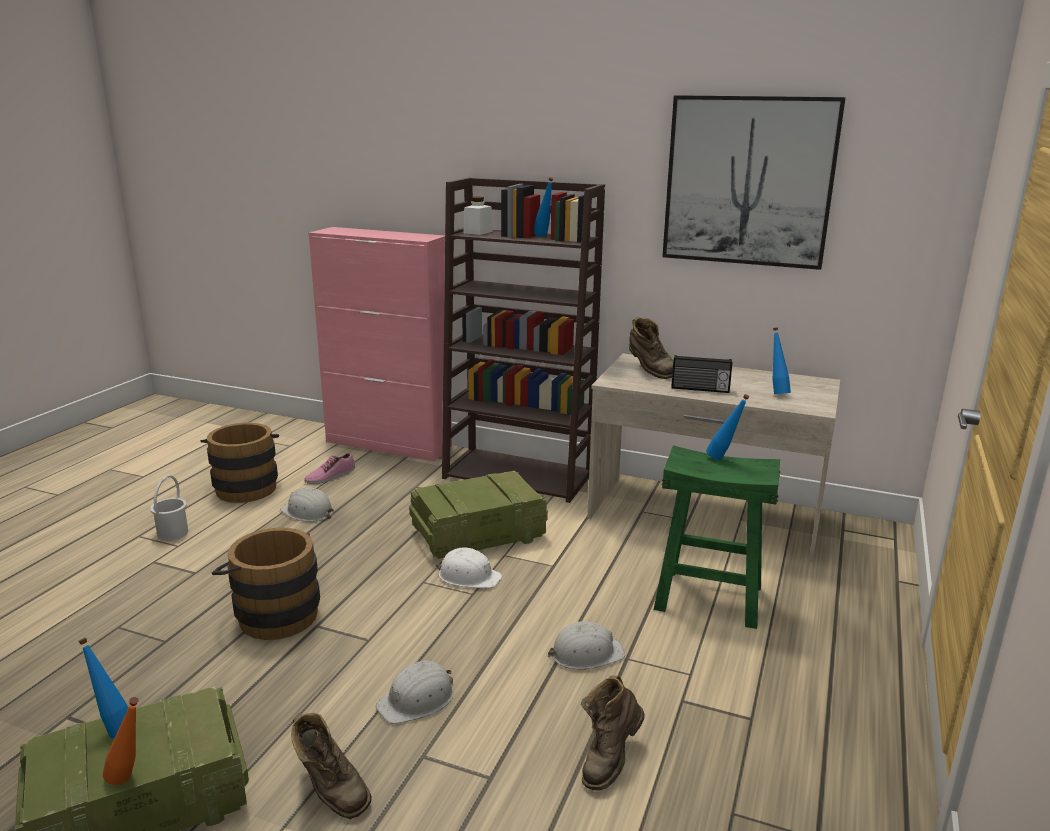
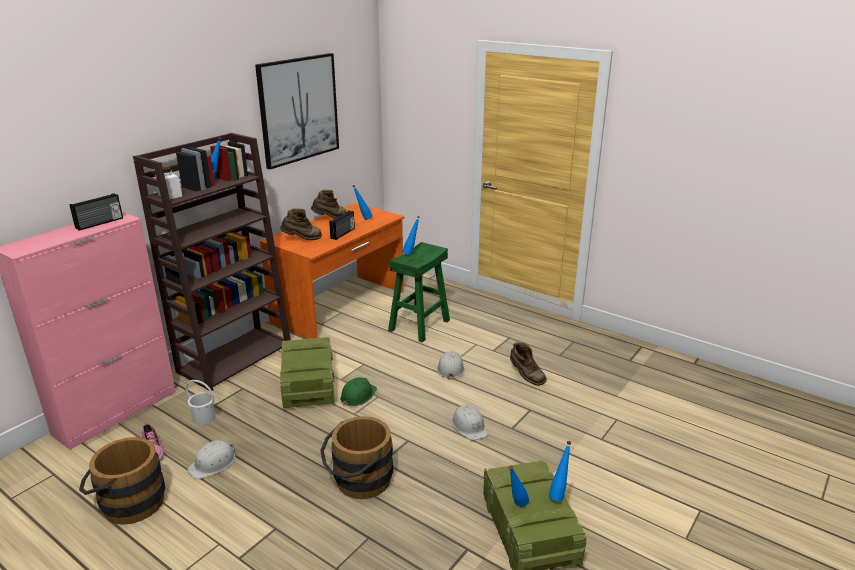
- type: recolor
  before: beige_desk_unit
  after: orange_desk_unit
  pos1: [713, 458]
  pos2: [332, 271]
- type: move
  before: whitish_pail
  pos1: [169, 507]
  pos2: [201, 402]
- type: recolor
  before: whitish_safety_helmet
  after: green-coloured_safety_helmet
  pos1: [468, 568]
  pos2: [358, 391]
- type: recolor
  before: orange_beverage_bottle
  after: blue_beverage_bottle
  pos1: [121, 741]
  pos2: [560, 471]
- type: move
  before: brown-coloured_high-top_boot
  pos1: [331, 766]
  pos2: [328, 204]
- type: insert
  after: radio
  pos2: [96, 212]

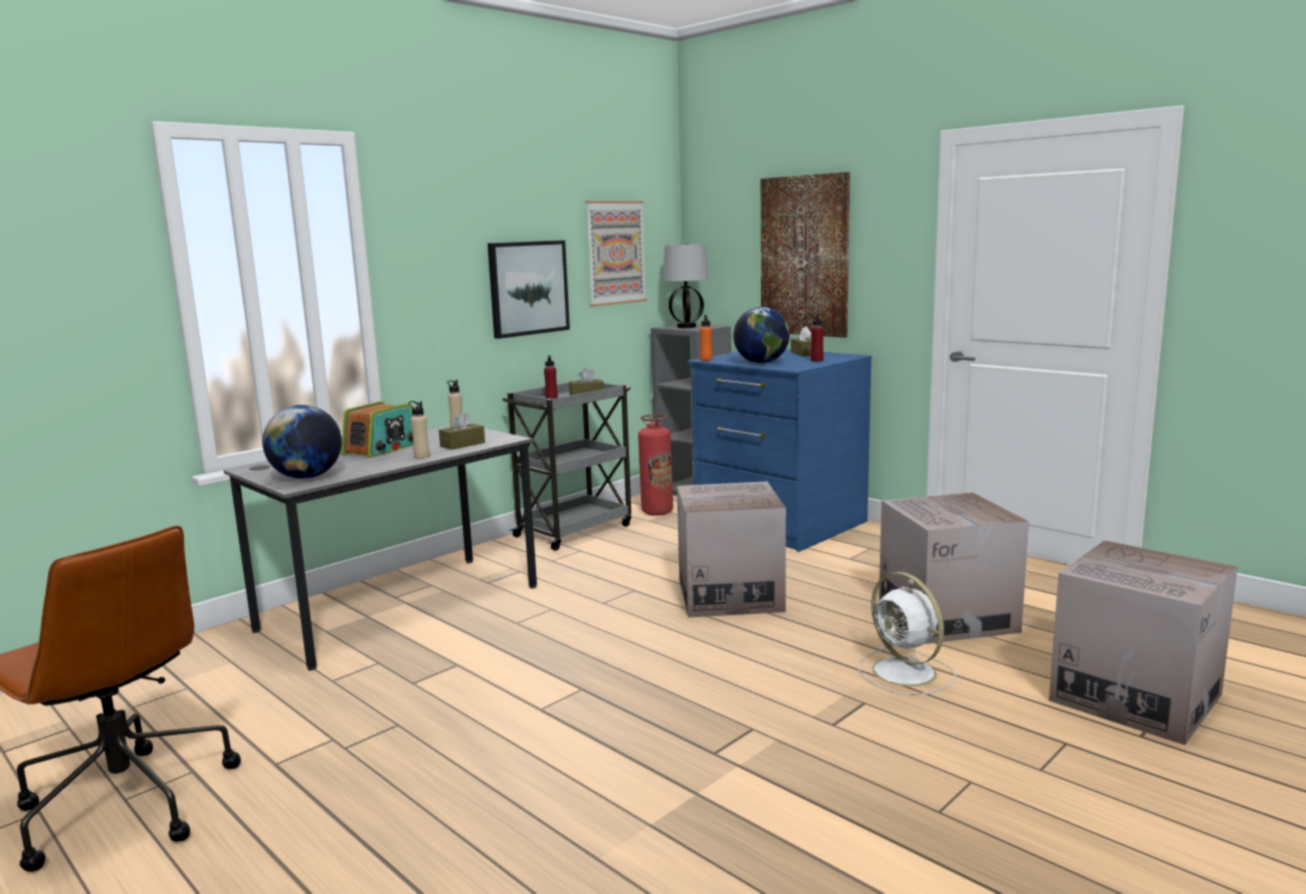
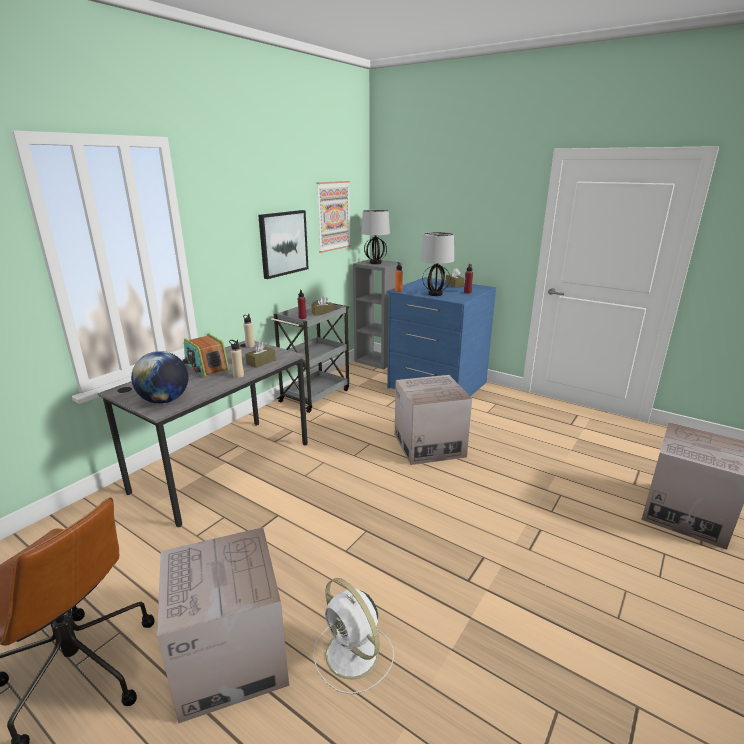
- type: delete
  before: picture
  pos1: [805, 255]
- type: replace
  before: globe
  after: tabletop_lamp
  pos1: [761, 335]
  pos2: [437, 264]
- type: rotate
  before: radio
  pos1: [377, 429]
  pos2: [206, 355]
  turn: 120
- type: delete
  before: fire_extinguisher
  pos1: [655, 465]
- type: move
  before: packing_box
  pos1: [954, 568]
  pos2: [223, 625]
- type: move
  before: whitish_cooling_fan
  pos1: [907, 633]
  pos2: [353, 636]

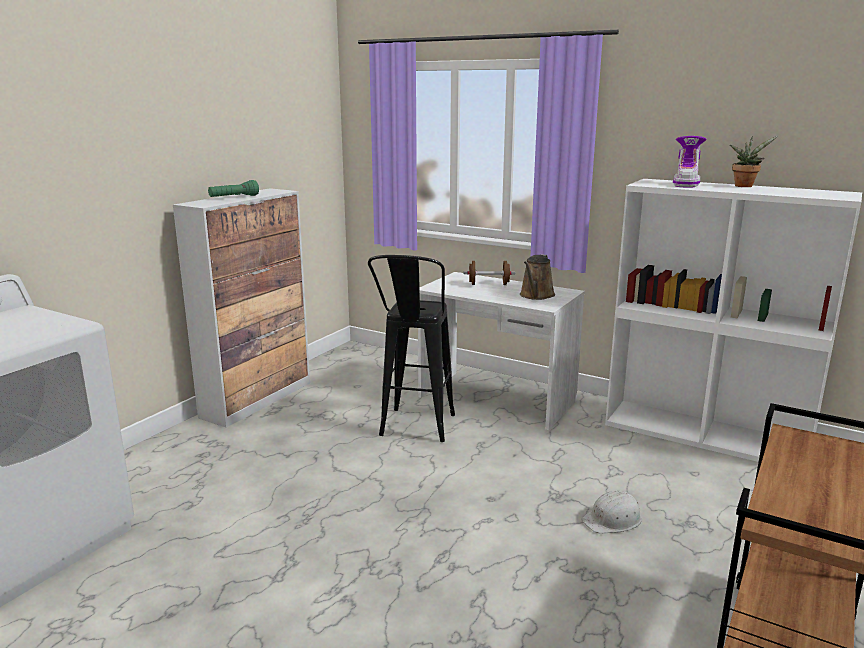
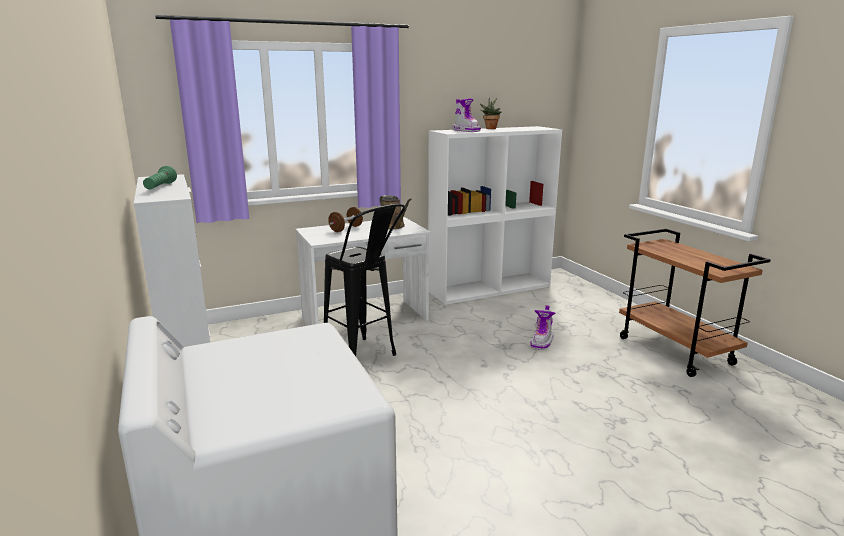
- type: replace
  before: whitish_safety_helmet
  after: high-top_boot
  pos1: [611, 511]
  pos2: [542, 327]

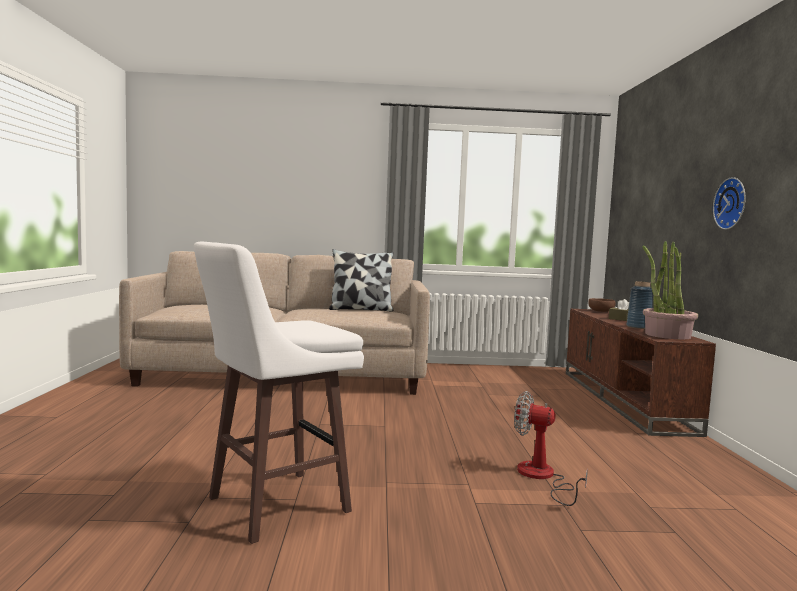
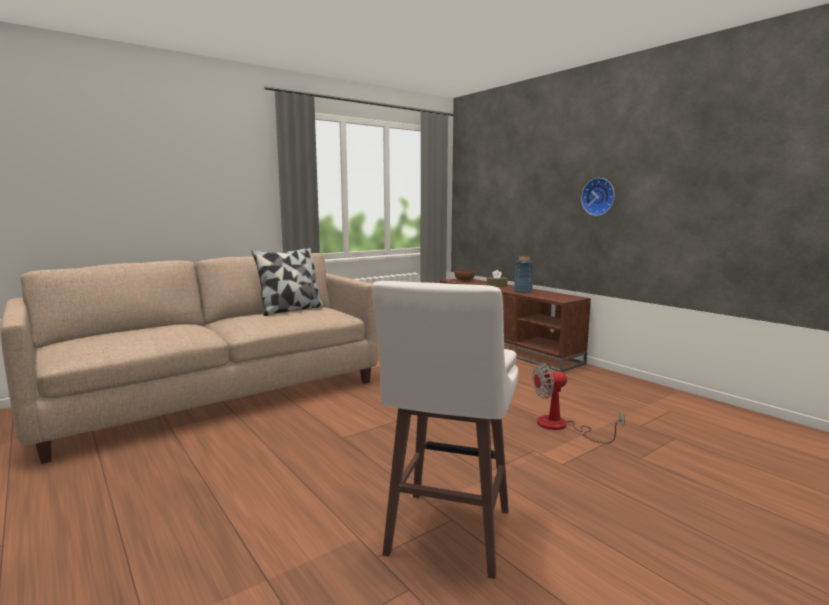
- type: delete
  before: plant_in_a_pot
  pos1: [670, 290]

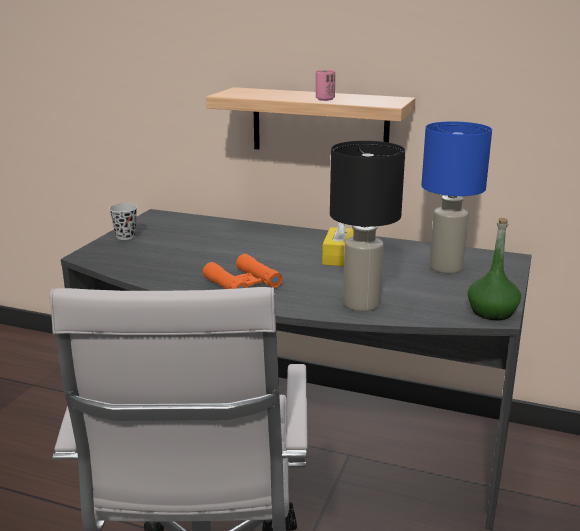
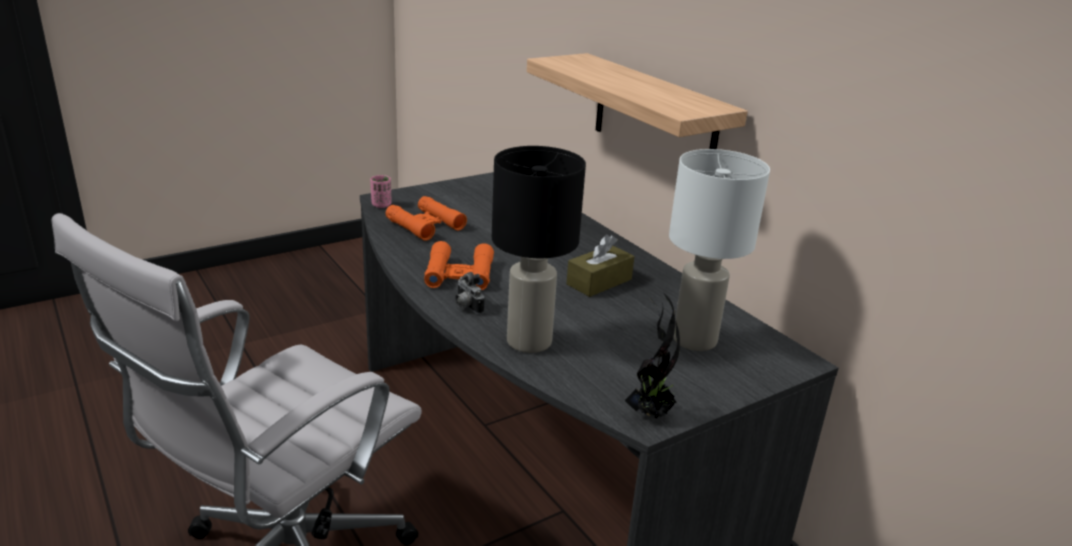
- type: move
  before: pinkish_drinking_cup
  pos1: [325, 85]
  pos2: [380, 191]
- type: recolor
  before: blue_tabletop_lamp
  after: whitish_tabletop_lamp
  pos1: [457, 197]
  pos2: [719, 250]
- type: delete
  before: black-coloured_drinking_cup
  pos1: [123, 222]
- type: replace
  before: green-coloured_beverage_bottle
  after: plant_in_a_pot
  pos1: [494, 269]
  pos2: [652, 356]
- type: recolor
  before: yellow-coloured_box_of_tissues
  after: brown-coloured_box_of_tissues
  pos1: [338, 244]
  pos2: [600, 266]
- type: insert
  after: orange_binoculars
  pos2: [426, 218]
- type: insert
  after: still_camera
  pos2: [469, 293]

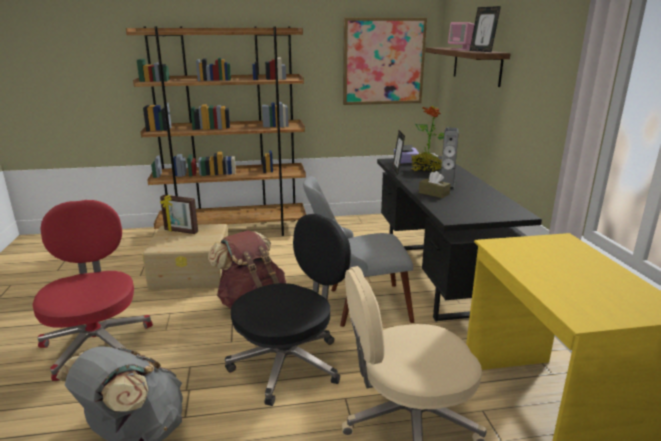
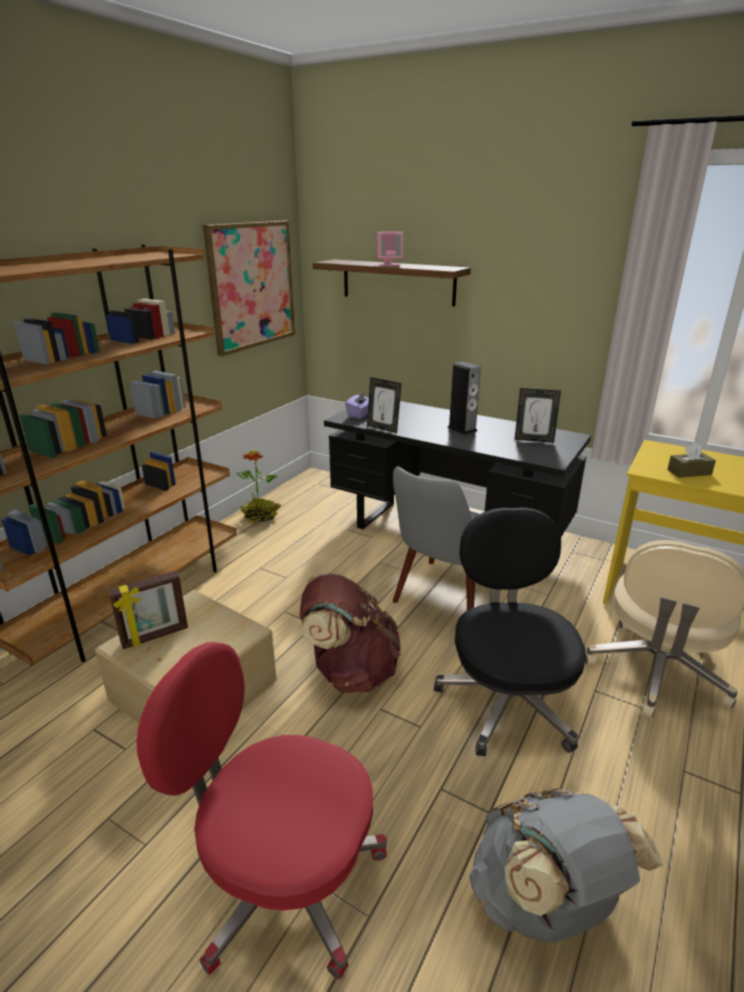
- type: move
  before: photo_frame
  pos1: [485, 29]
  pos2: [537, 415]
- type: move
  before: plant_in_a_pot
  pos1: [427, 139]
  pos2: [258, 487]
- type: move
  before: brown-coloured_box_of_tissues
  pos1: [435, 184]
  pos2: [691, 460]

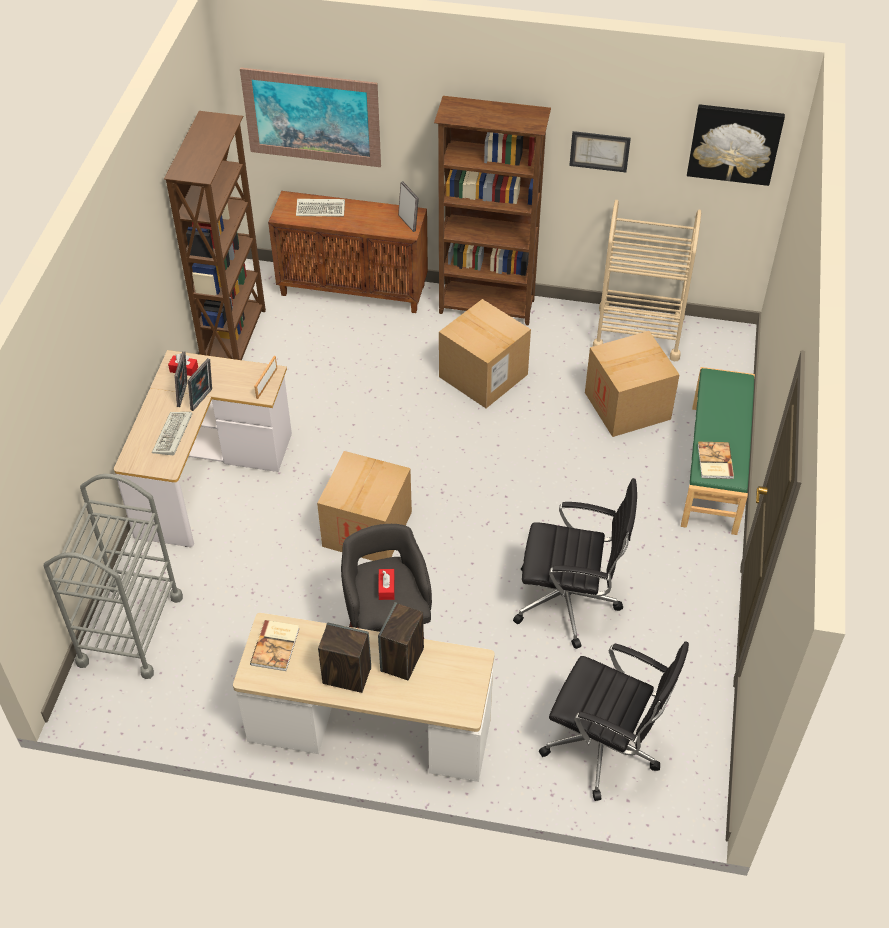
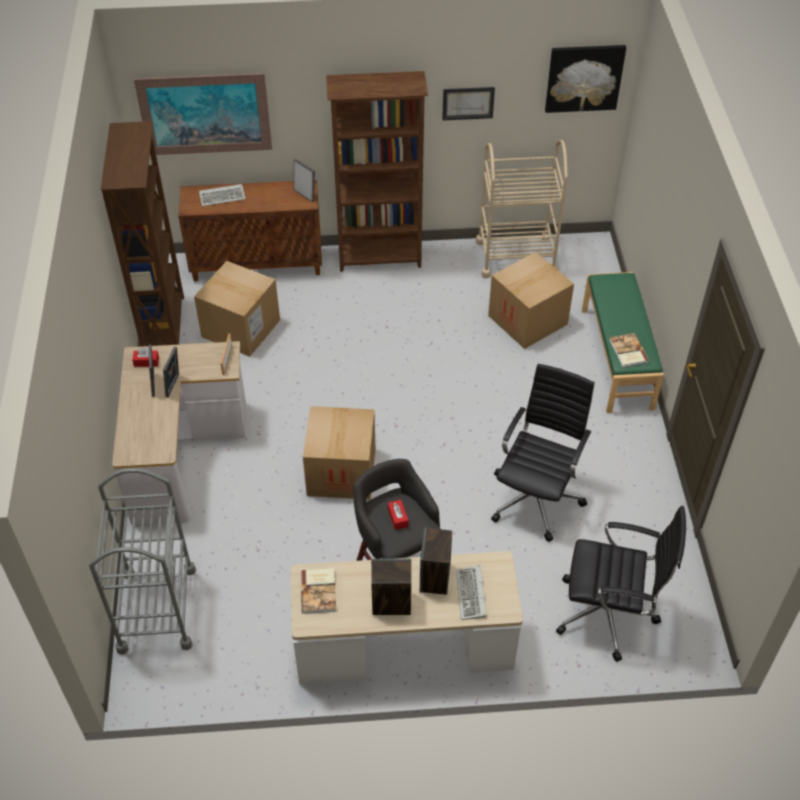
- type: move
  before: packing_box
  pos1: [485, 353]
  pos2: [237, 309]
- type: move
  before: computer_keyboard
  pos1: [172, 433]
  pos2: [471, 592]
- type: rotate
  before: black-coloured_desk_chair
  pos1: [575, 563]
  pos2: [543, 453]
  turn: -60

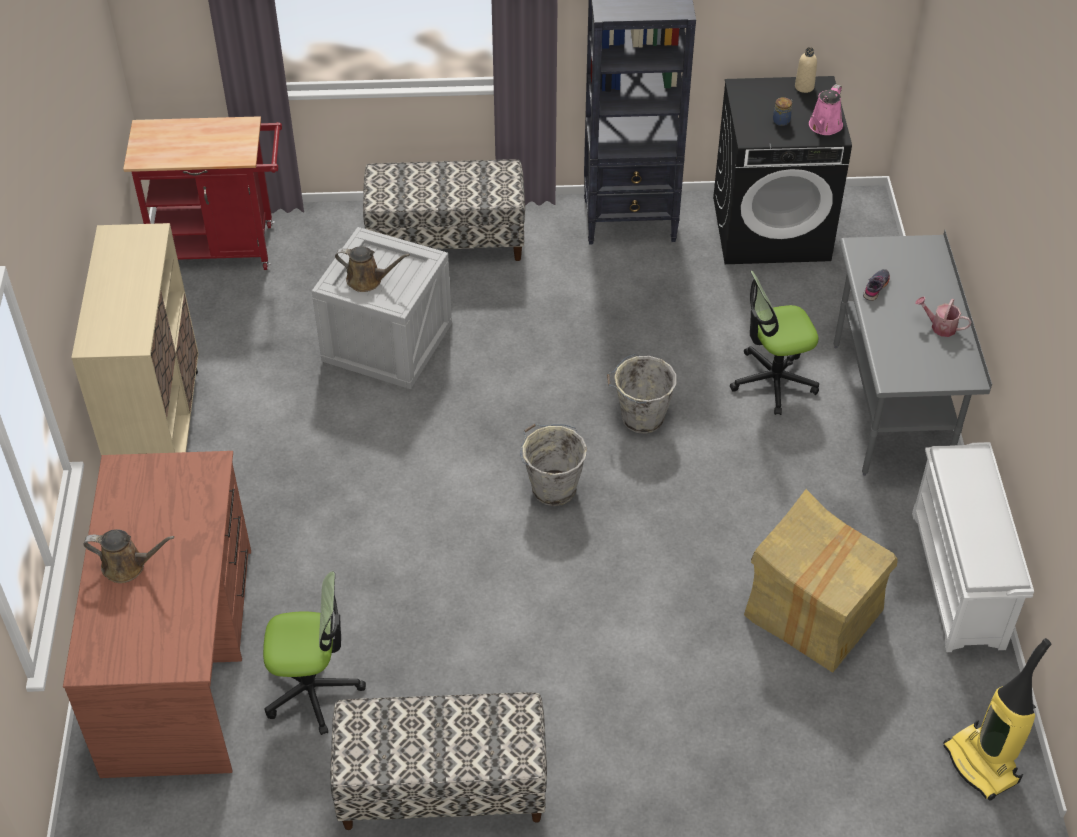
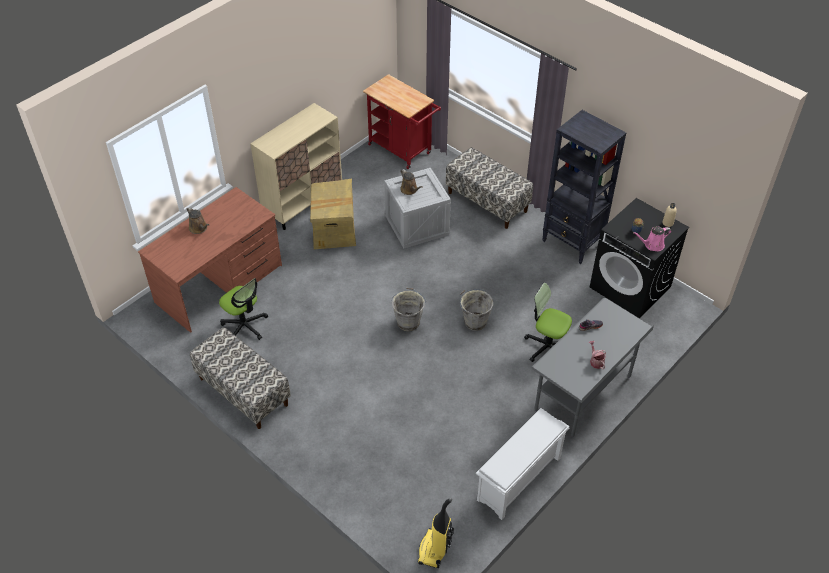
- type: move
  before: packing_box
  pos1: [821, 581]
  pos2: [333, 214]

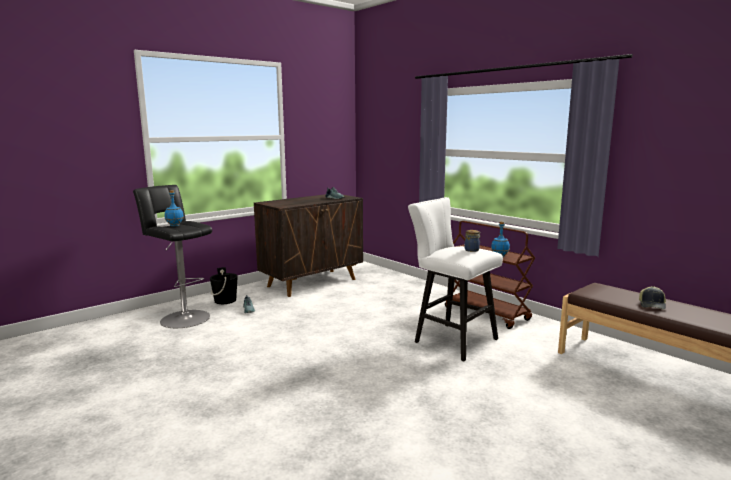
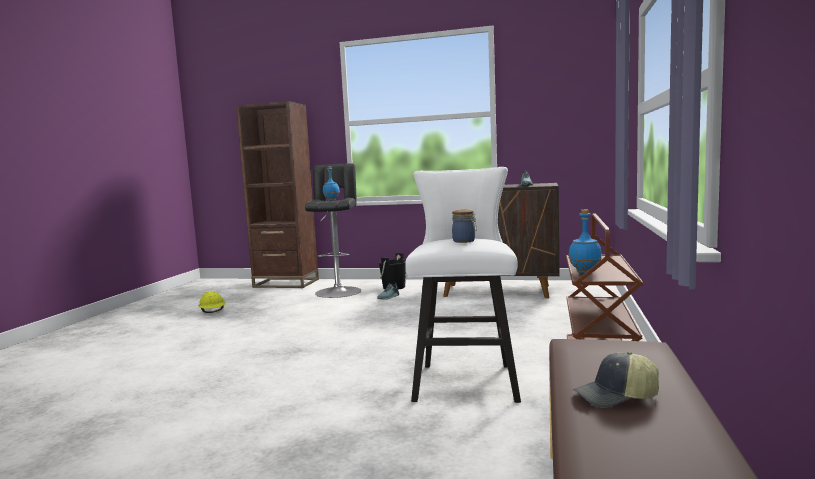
- type: insert
  after: brown-coloured_bookcase
  pos2: [277, 194]
- type: insert
  after: yellow-coloured_safety_helmet
  pos2: [212, 302]

